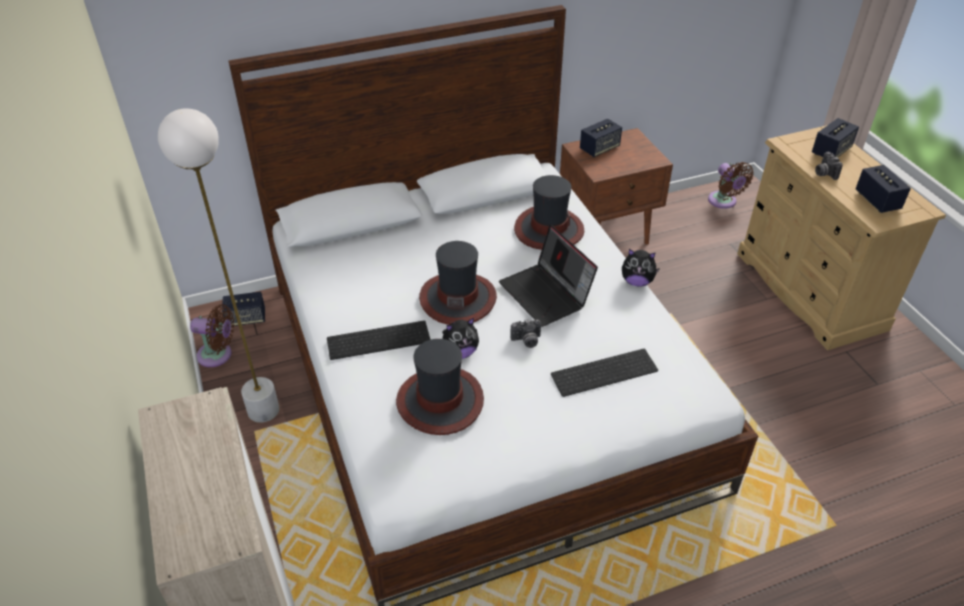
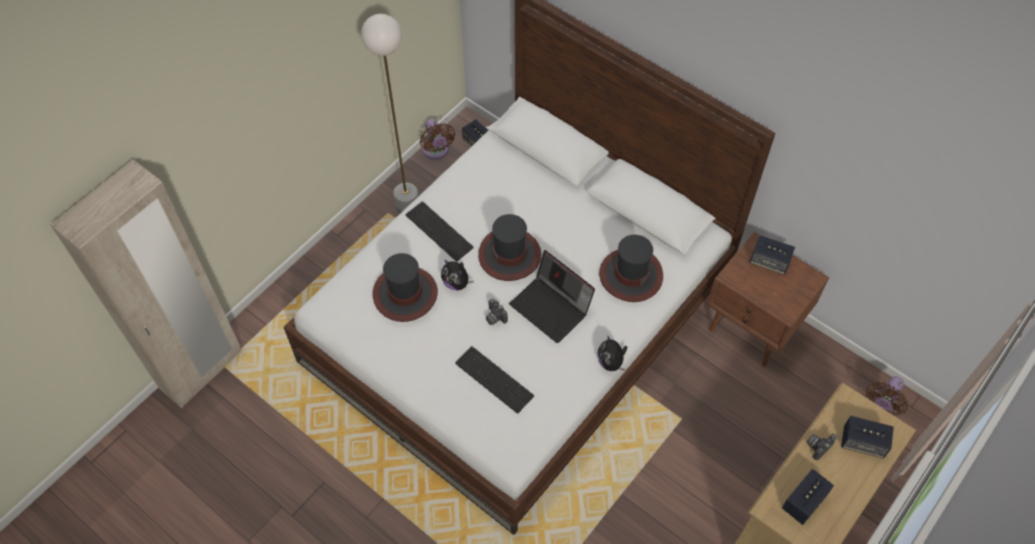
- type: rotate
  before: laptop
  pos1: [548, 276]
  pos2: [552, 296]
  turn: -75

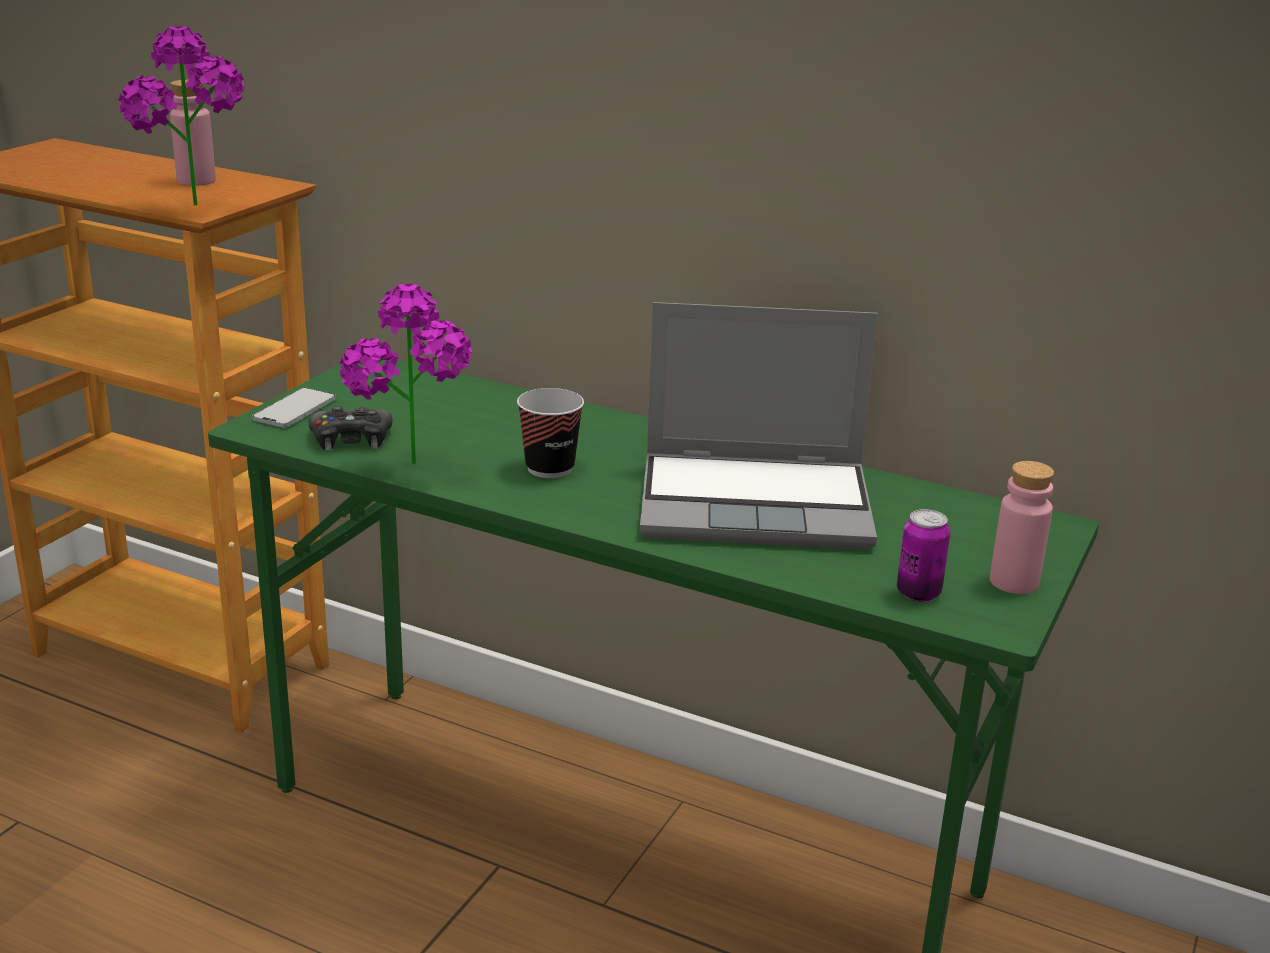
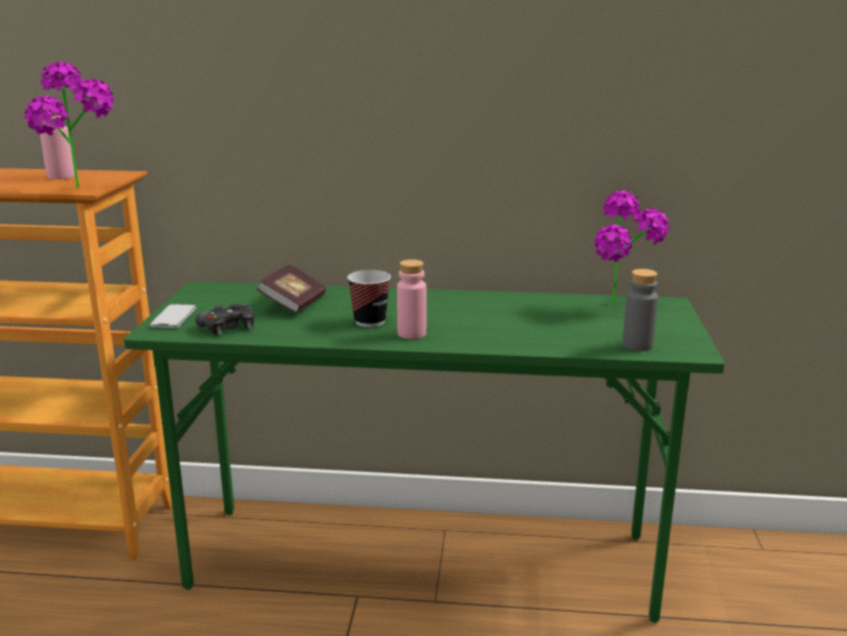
- type: move
  before: plant_in_a_pot
  pos1: [406, 374]
  pos2: [632, 247]
- type: delete
  before: laptop
  pos1: [759, 426]
- type: move
  before: pinkish_beverage_bottle
  pos1: [1022, 527]
  pos2: [411, 299]
- type: replace
  before: sealed_can
  after: gray_beverage_bottle
  pos1: [923, 555]
  pos2: [640, 310]
- type: insert
  after: book
  pos2: [291, 288]

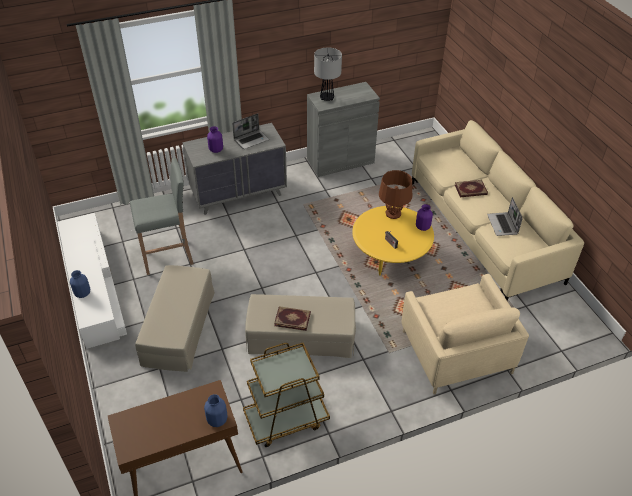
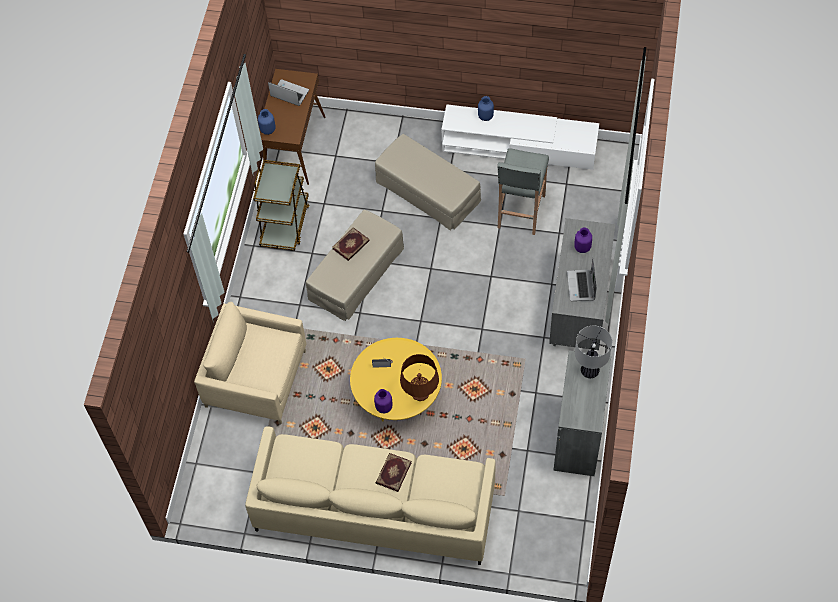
- type: move
  before: laptop
  pos1: [505, 216]
  pos2: [288, 92]

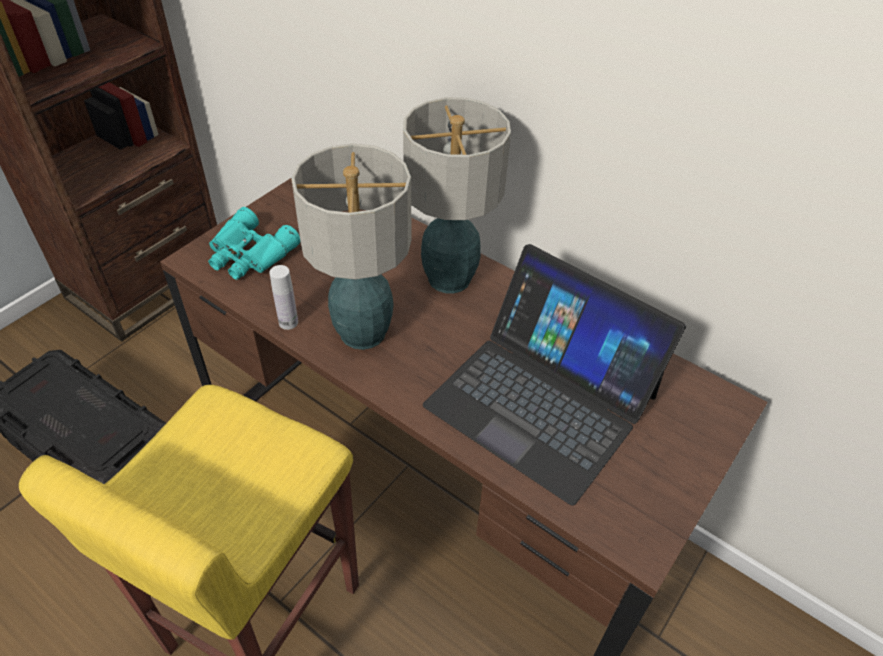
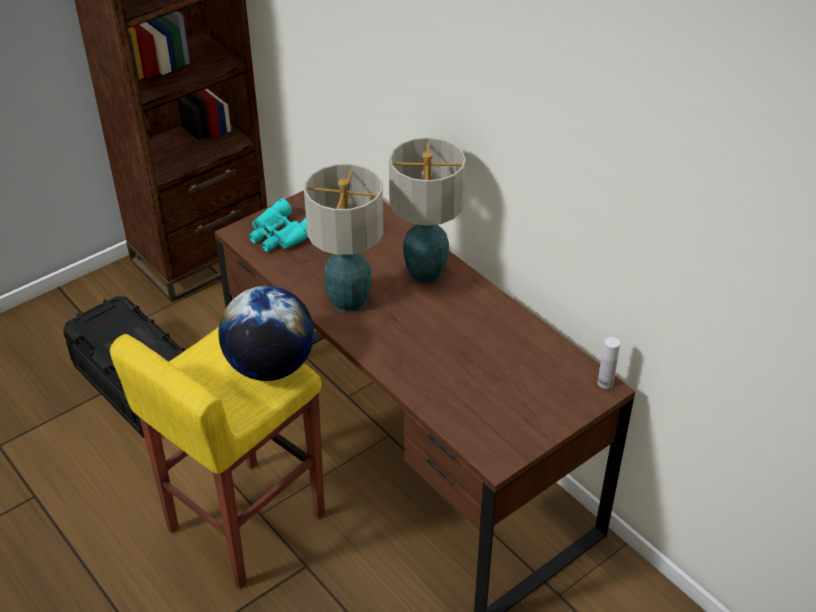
- type: delete
  before: laptop
  pos1: [554, 375]
- type: move
  before: whitish_beverage_bottle
  pos1: [283, 297]
  pos2: [609, 363]
- type: insert
  after: globe
  pos2: [266, 333]

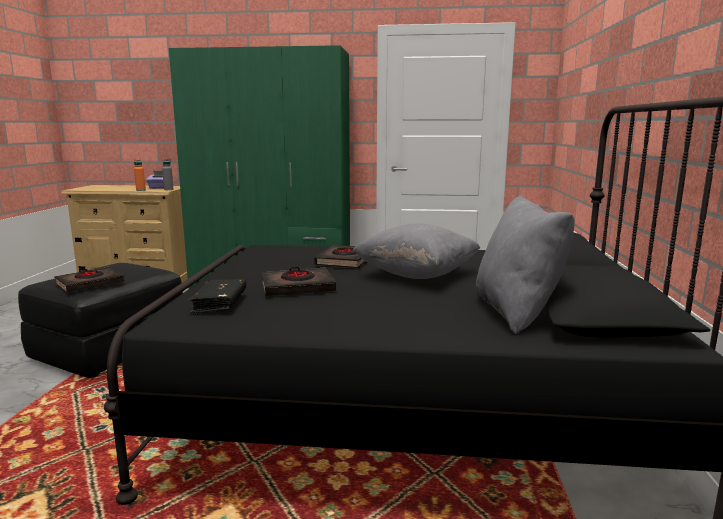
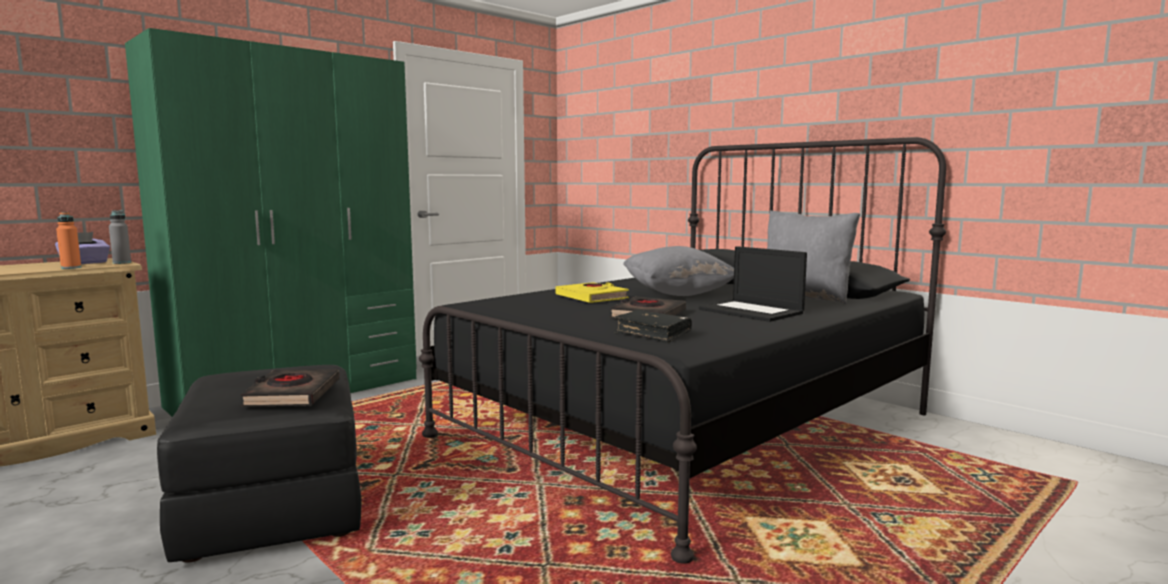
- type: recolor
  before: black-coloured_book
  after: yellow-coloured_book
  pos1: [340, 256]
  pos2: [592, 292]
- type: insert
  after: laptop
  pos2: [753, 284]

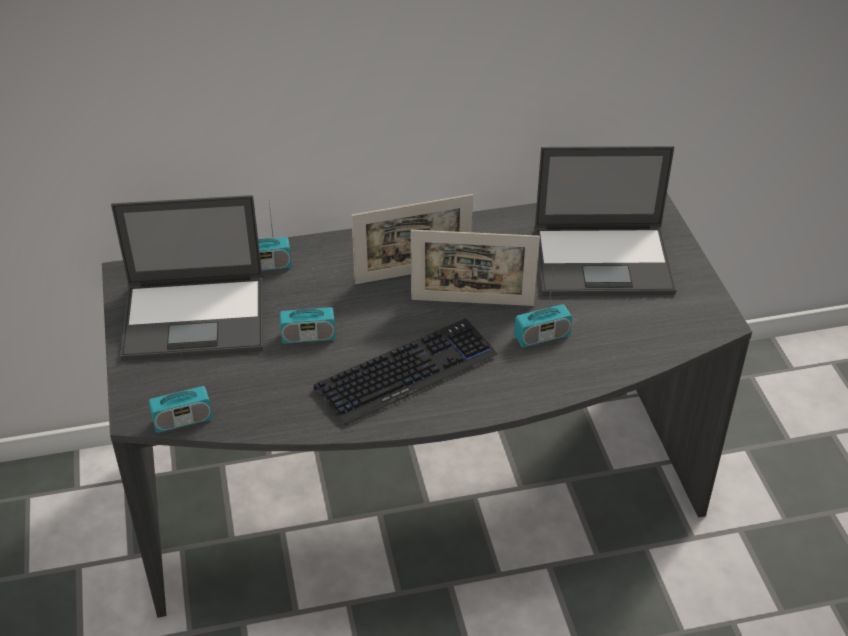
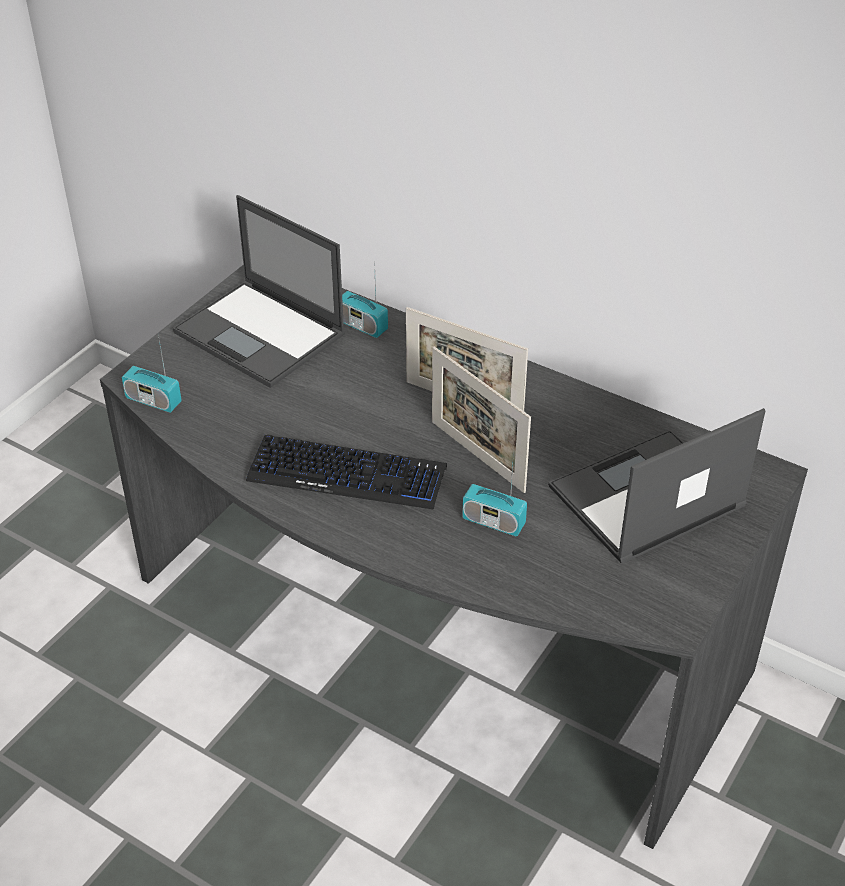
- type: rotate
  before: laptop
  pos1: [606, 221]
  pos2: [656, 486]
  turn: 105
- type: delete
  before: radio
  pos1: [307, 306]

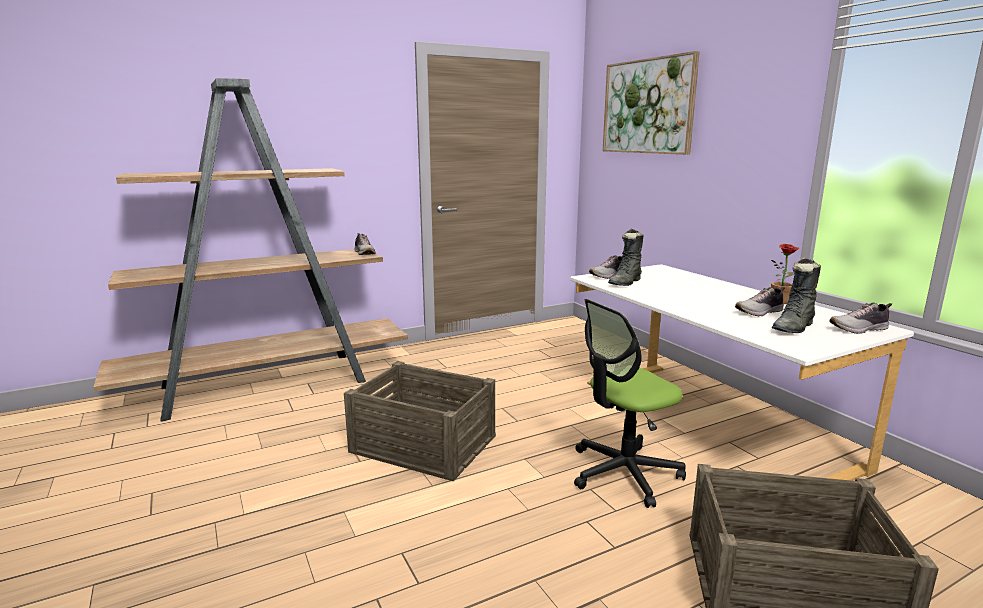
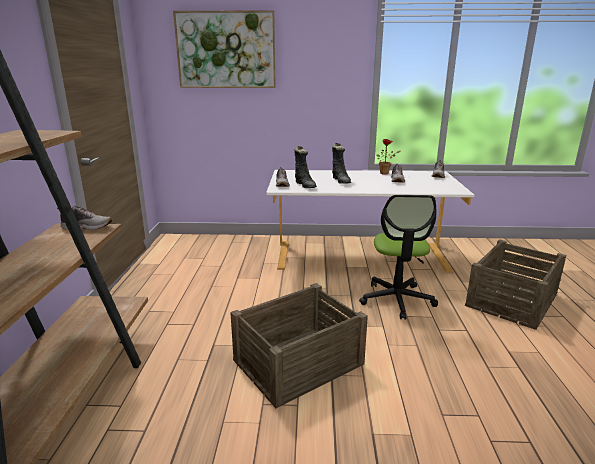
- type: move
  before: black-coloured_high-top_boot
  pos1: [796, 295]
  pos2: [341, 163]

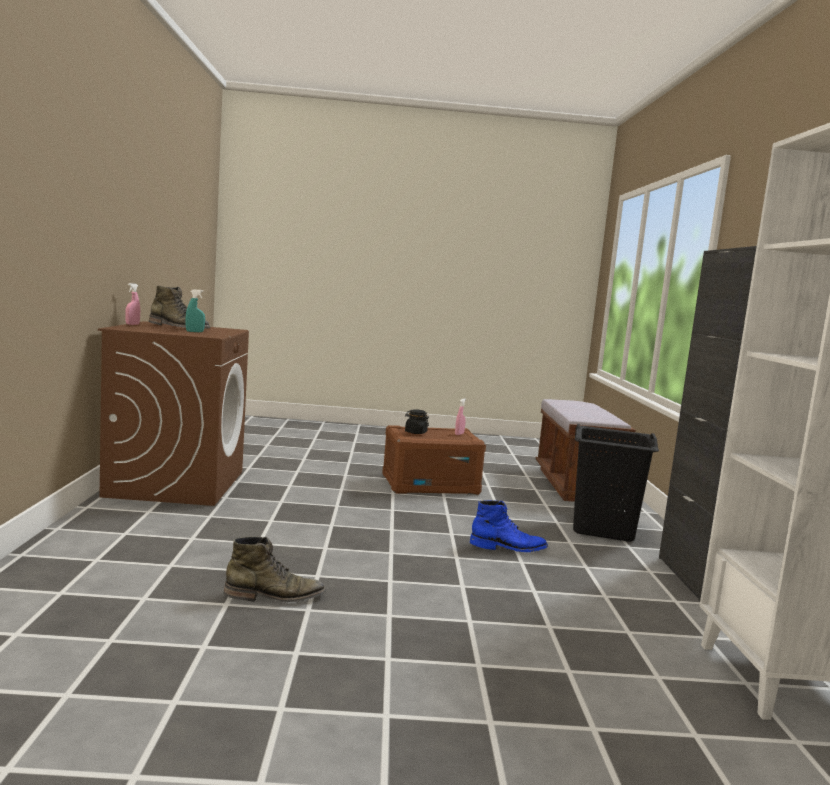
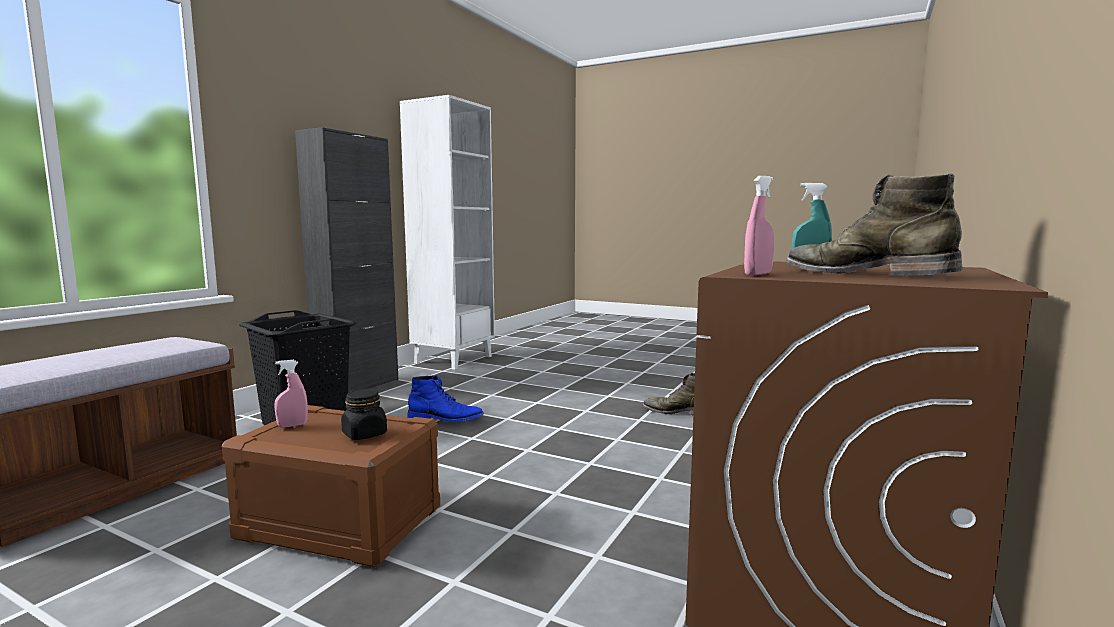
- type: move
  before: pinkish_spray_bottle
  pos1: [132, 304]
  pos2: [759, 225]
- type: rotate
  before: blue_high-top_boot
  pos1: [509, 526]
  pos2: [445, 398]
  turn: 150

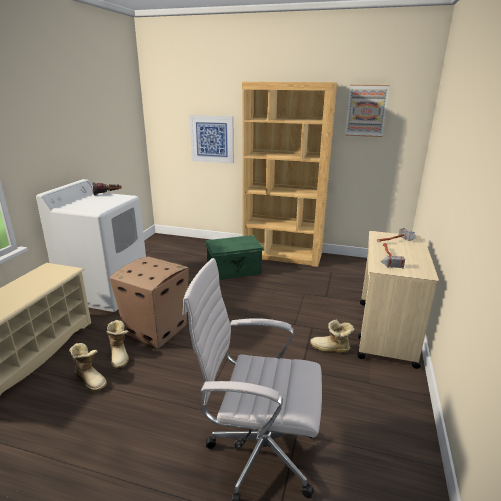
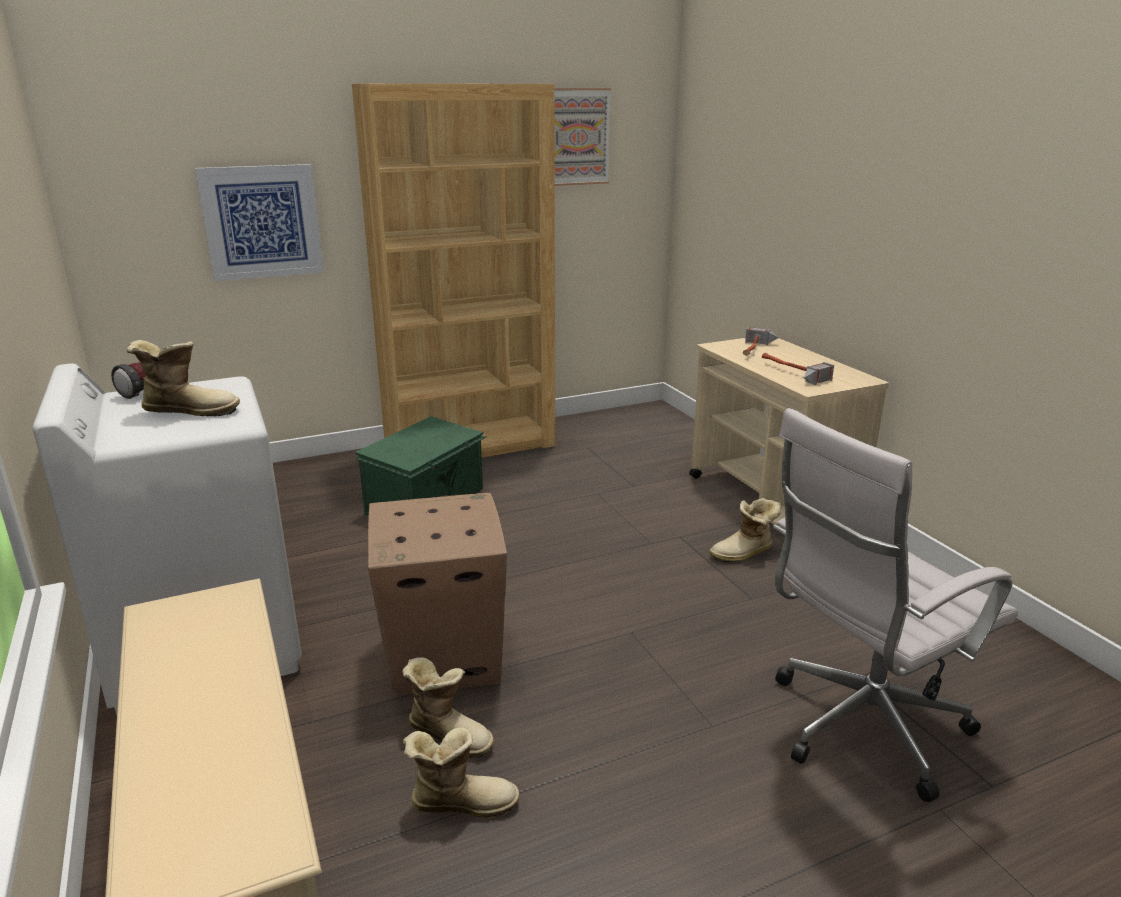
- type: insert
  after: high-top_boot
  pos2: [183, 378]

